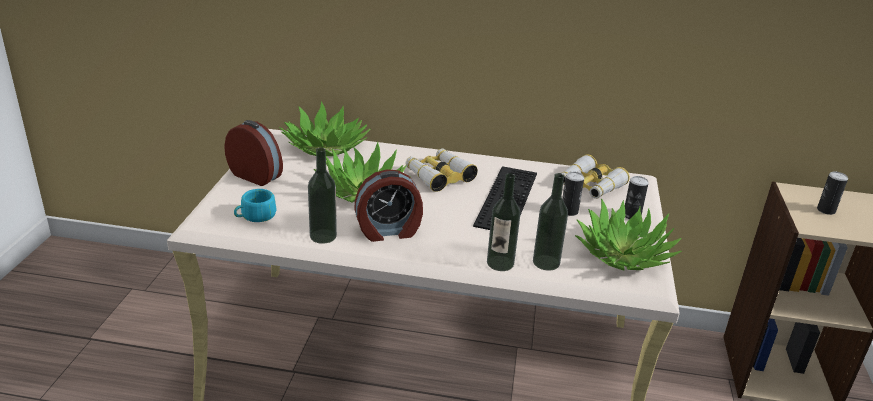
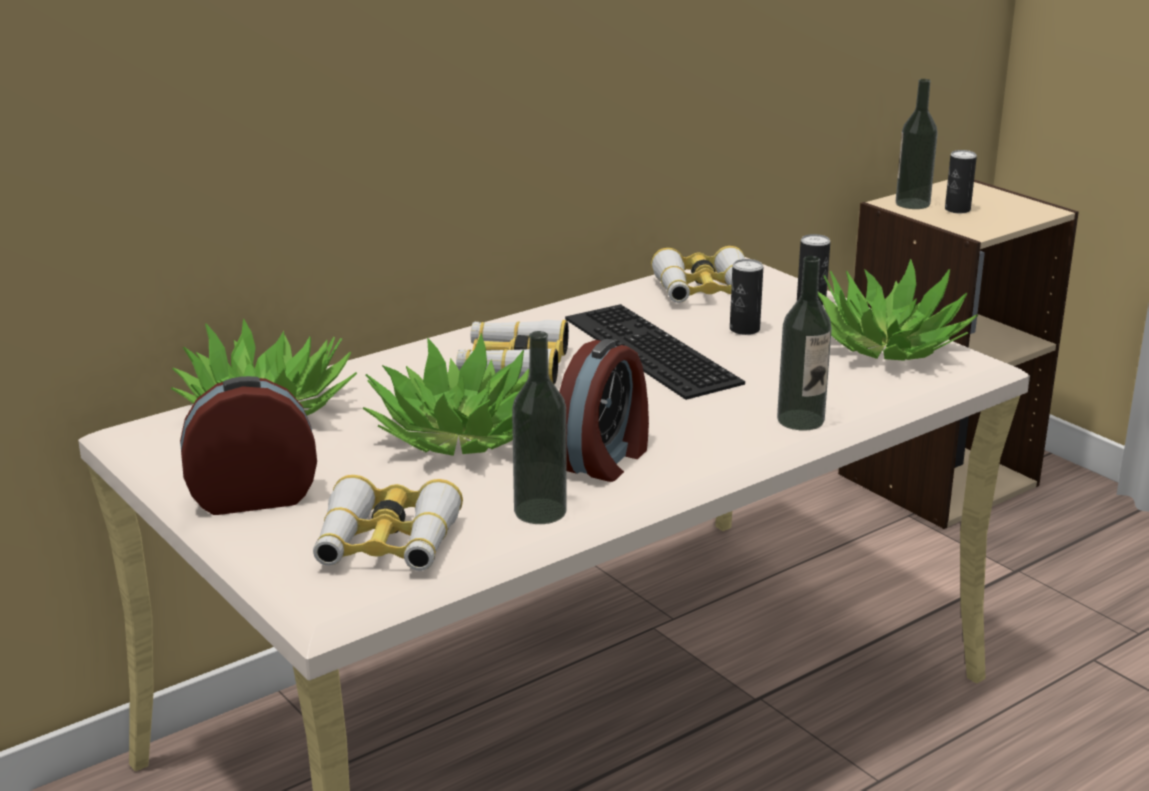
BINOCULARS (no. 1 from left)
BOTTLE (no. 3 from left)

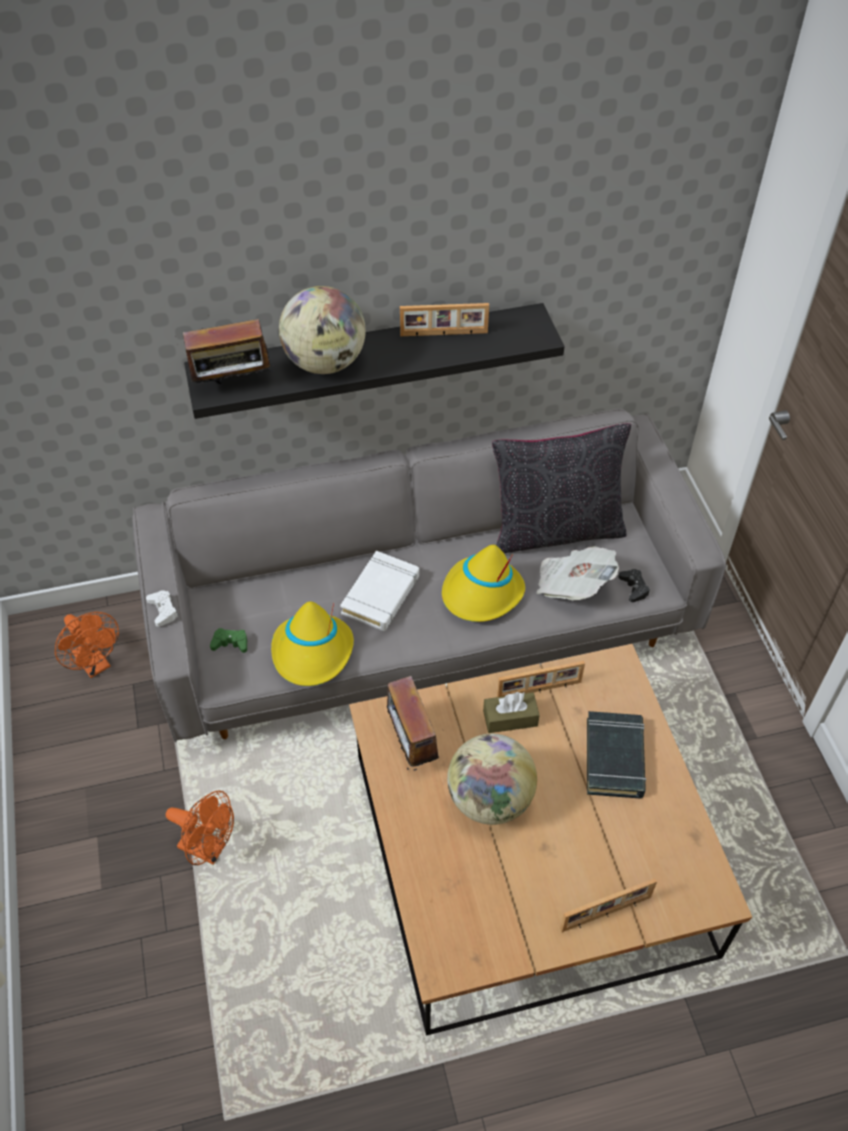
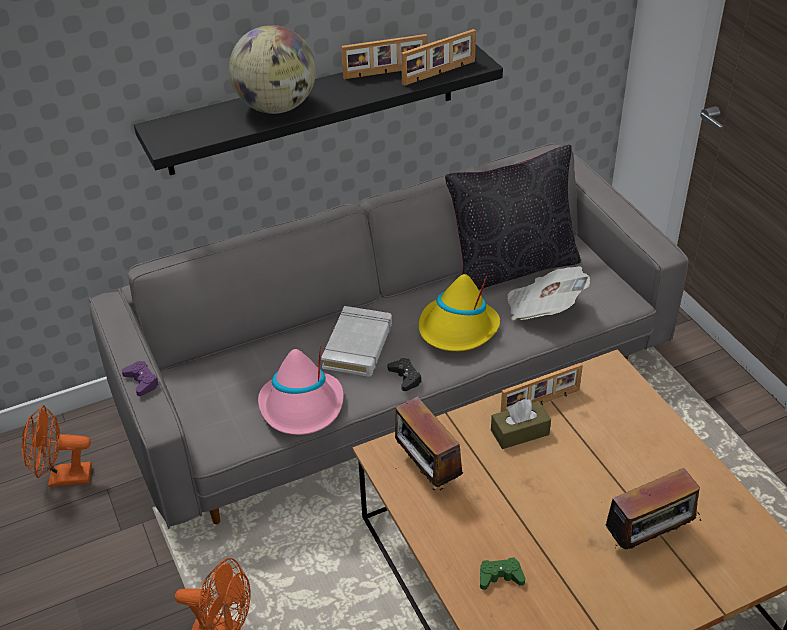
ORANGE FAN (no. 1 from left)
PURPLE GAME CONTROLLER
PINK HAT
BLACK GAME CONTROLLER
PICTURE FRAME (no. 2 from left)
GREEN GAME CONTROLLER
RADIO (no. 2 from left)
GLOBE (no. 2 from left in the first image)
BLACK BOOK

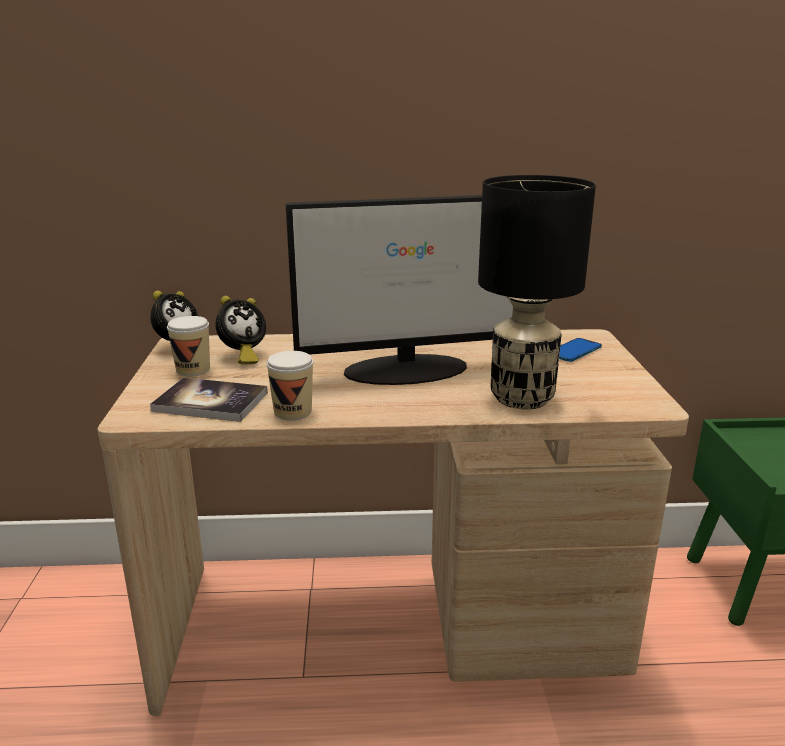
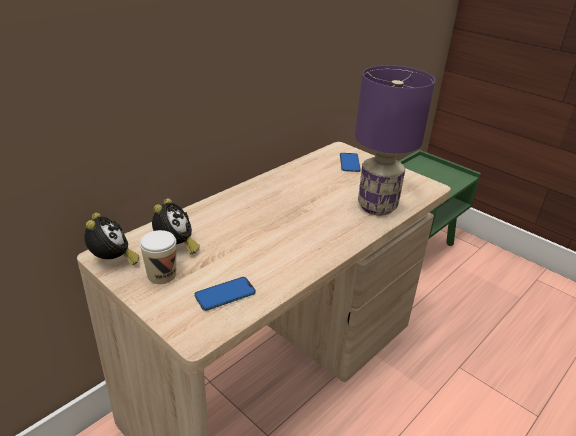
PHONE (no. 1 from left)
PURPLE TABLE LAMP
CUP (no. 2 from left in the first image)
MONITOR

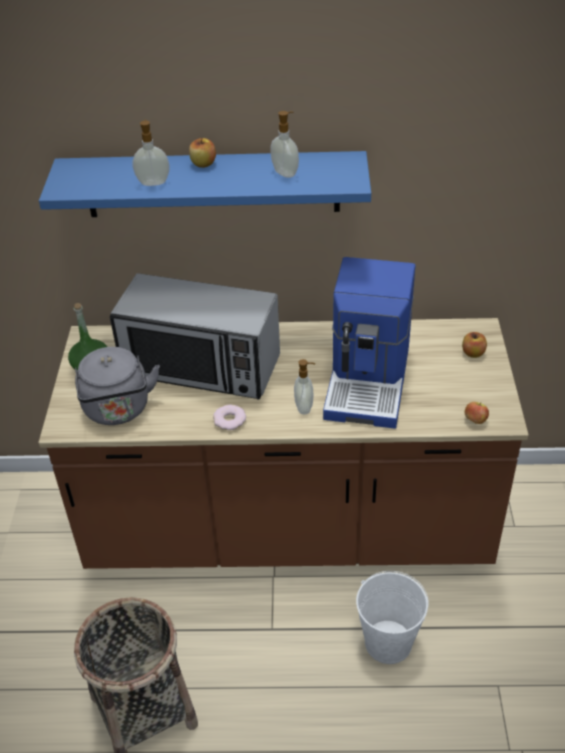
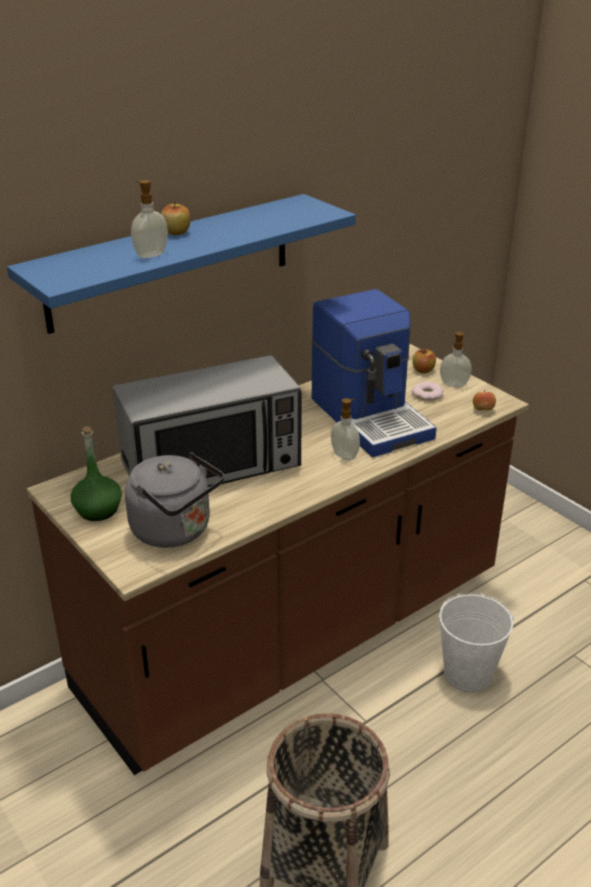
DONUT
SOAP DISPENSER (no. 3 from left)

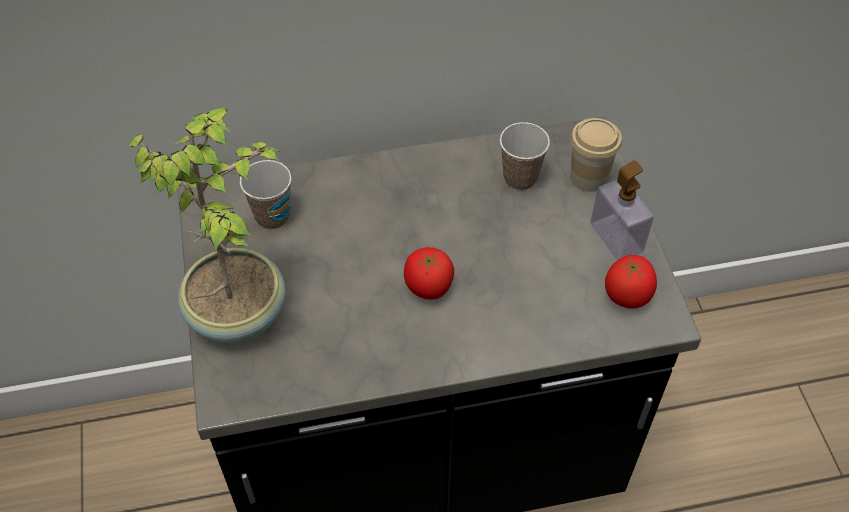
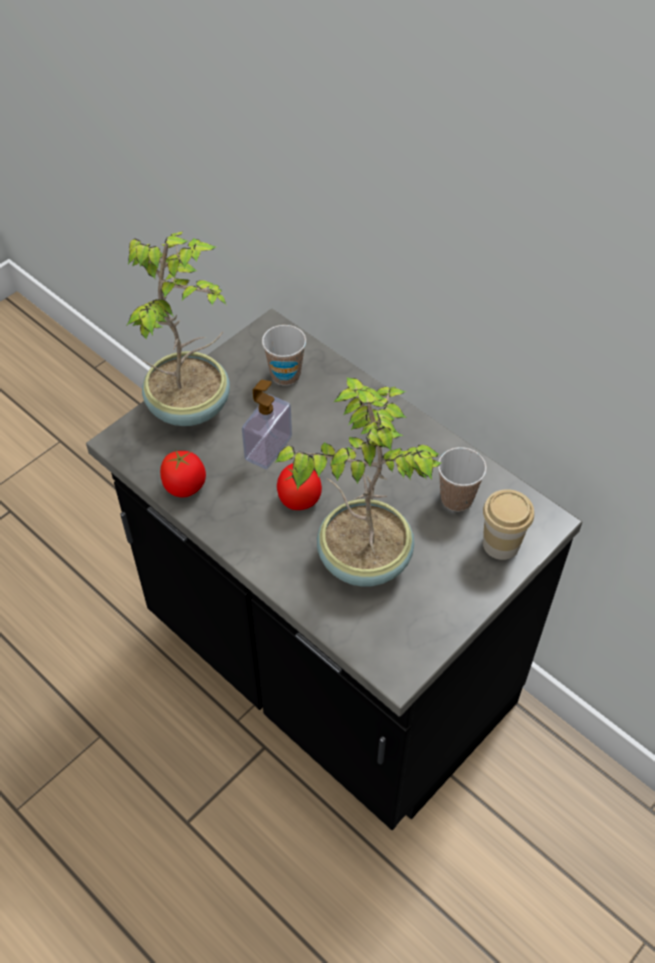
TOMATO (no. 1 from left)
SOAP DISPENSER
POTTED PLANT (no. 2 from left)

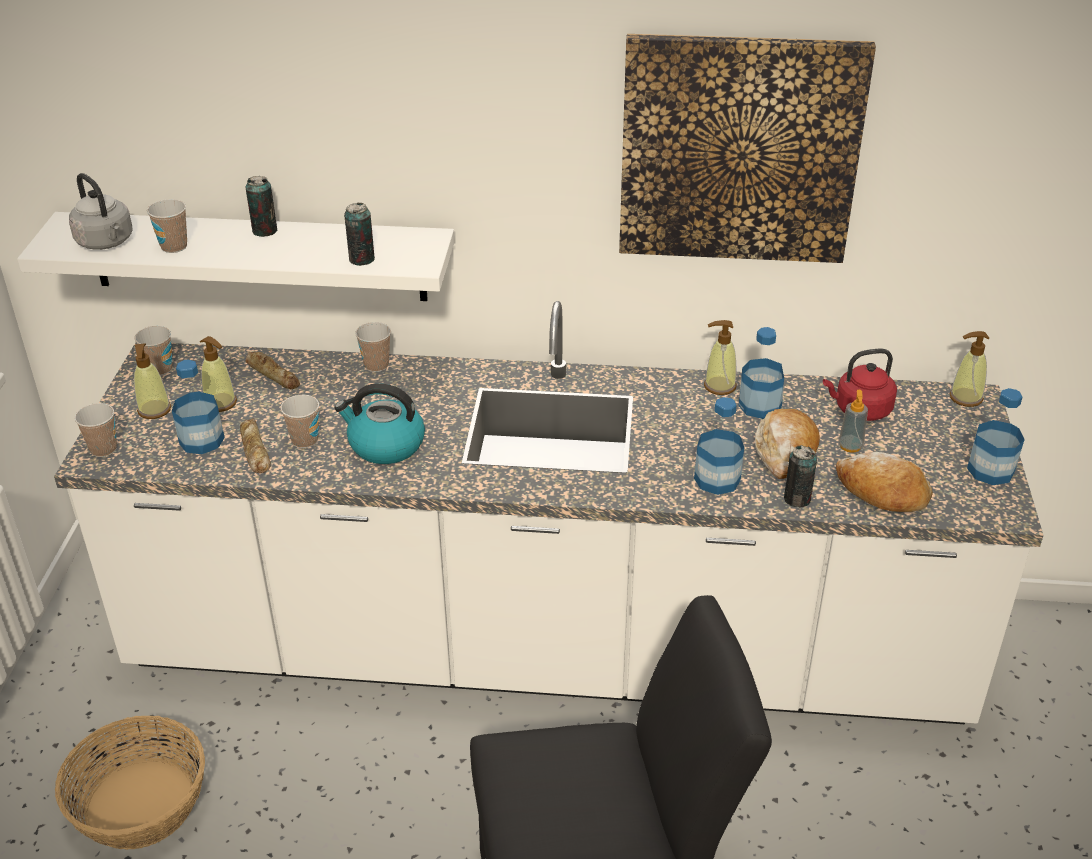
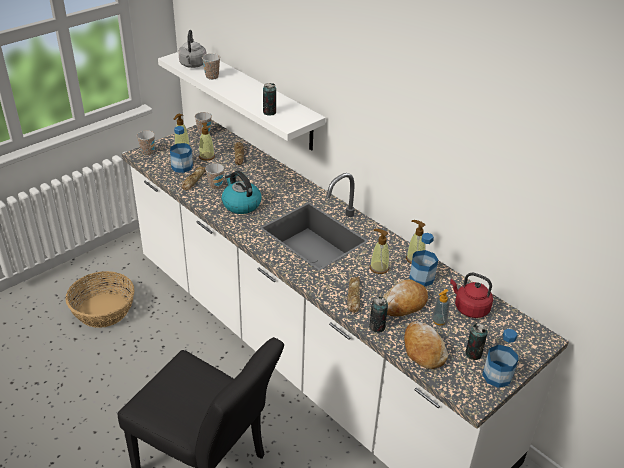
BREAD (no. 3 from left)
SOAP DISPENSER (no. 3 from left)
CAN (no. 3 from left)
CUP (no. 5 from left in the first image)
PICTURE

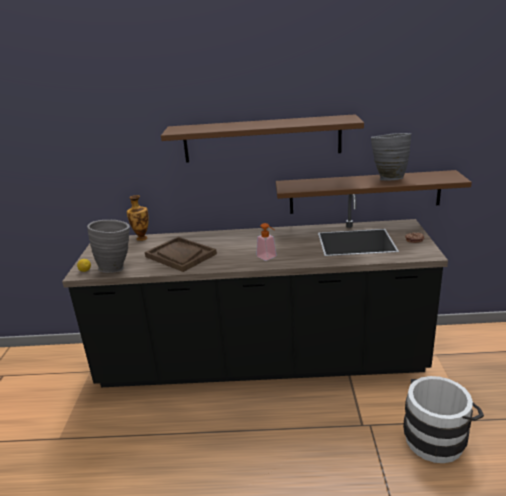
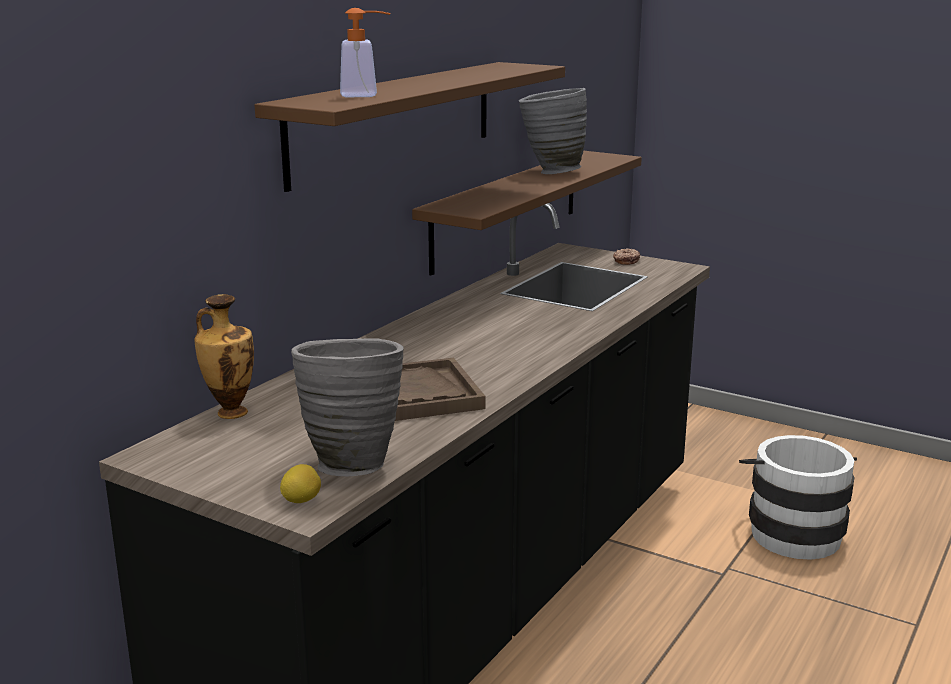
SOAP DISPENSER

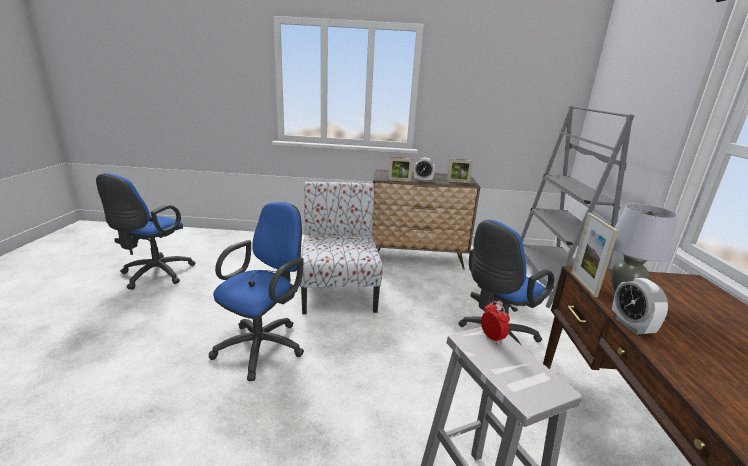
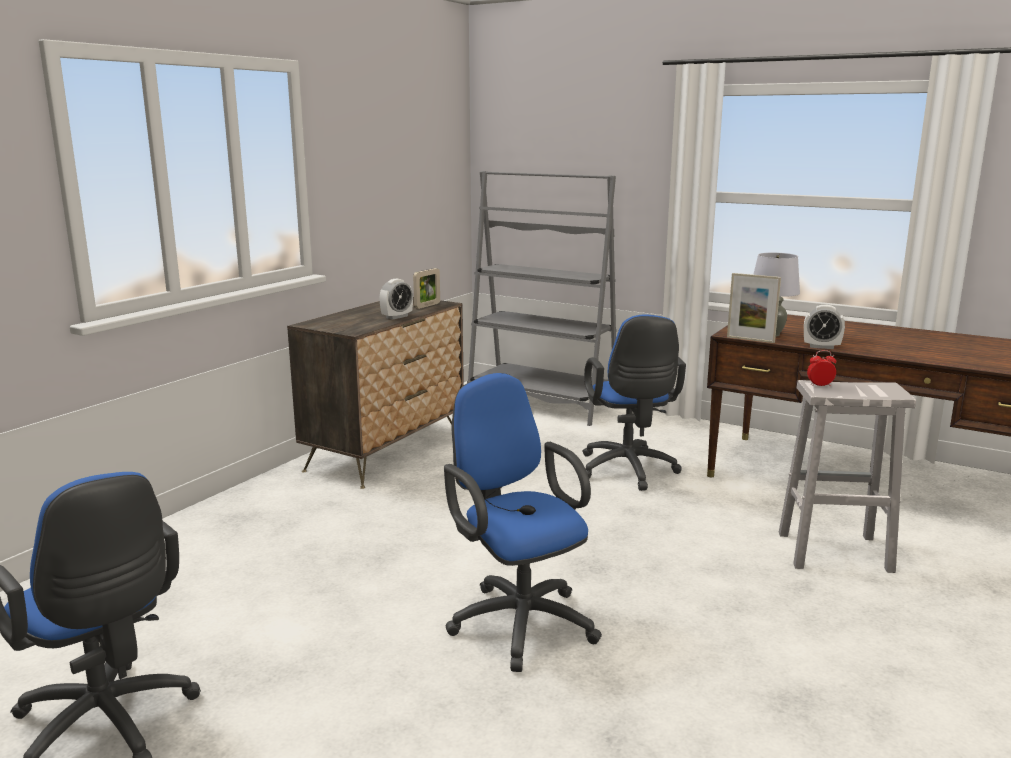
CHAIR
PICTURE FRAME (no. 1 from left in the first image)

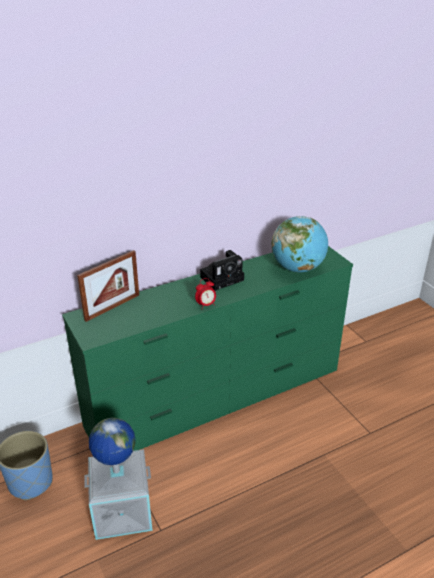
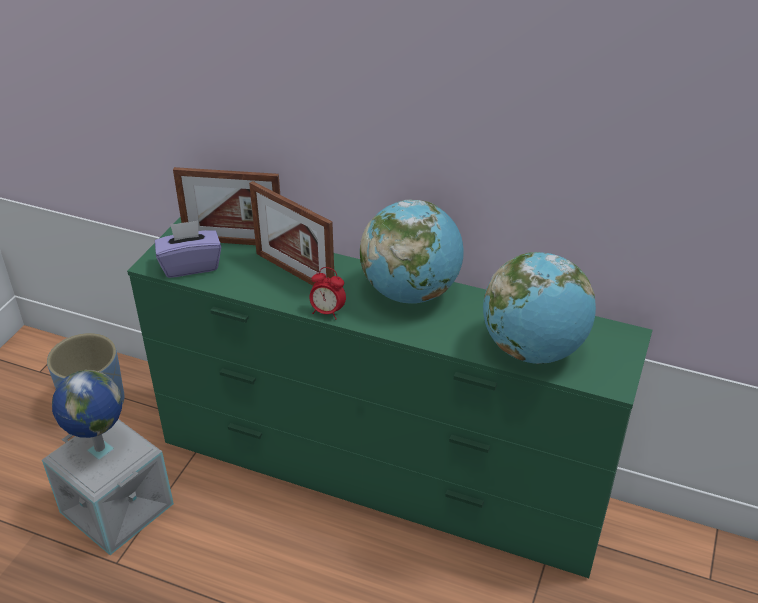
PURPLE TISSUE BOX
PICTURE FRAME (no. 2 from left)
GLOBE (no. 2 from left)

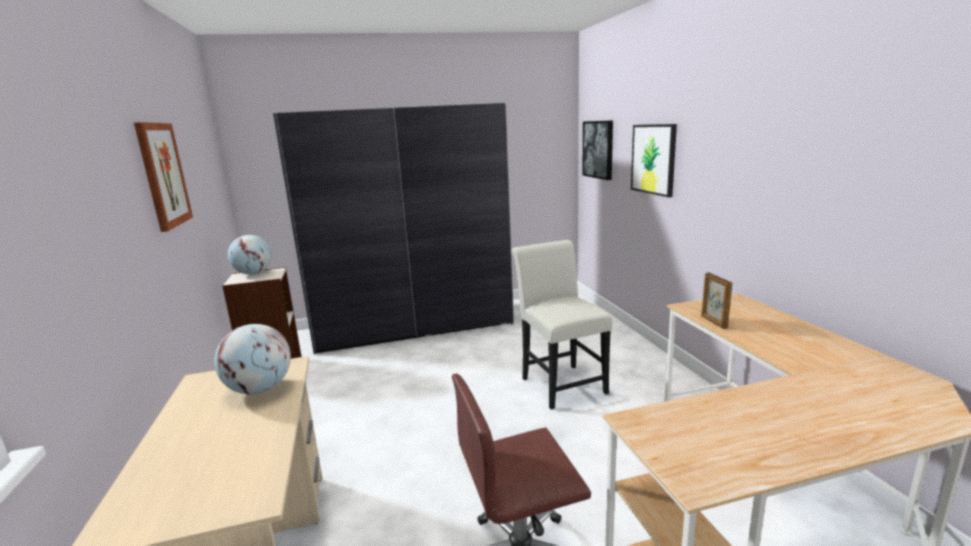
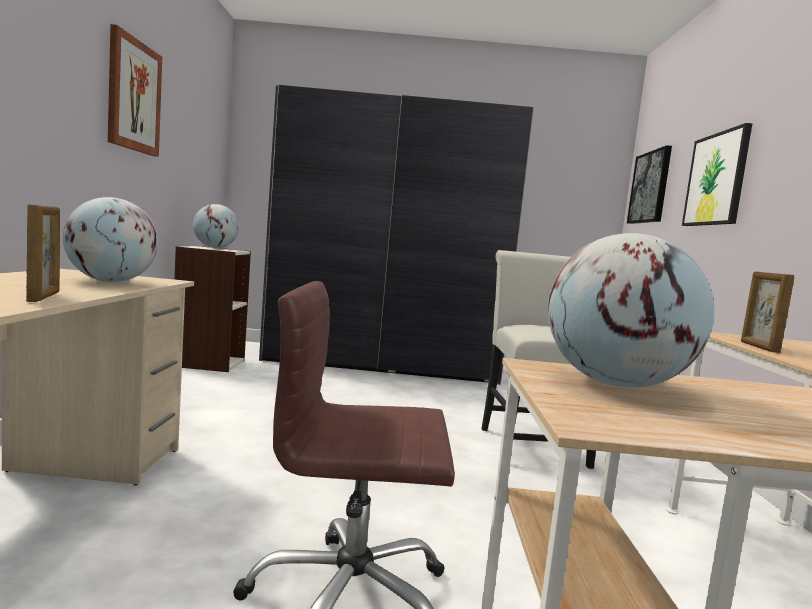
PICTURE FRAME (no. 1 from left)
GLOBE (no. 3 from left)

